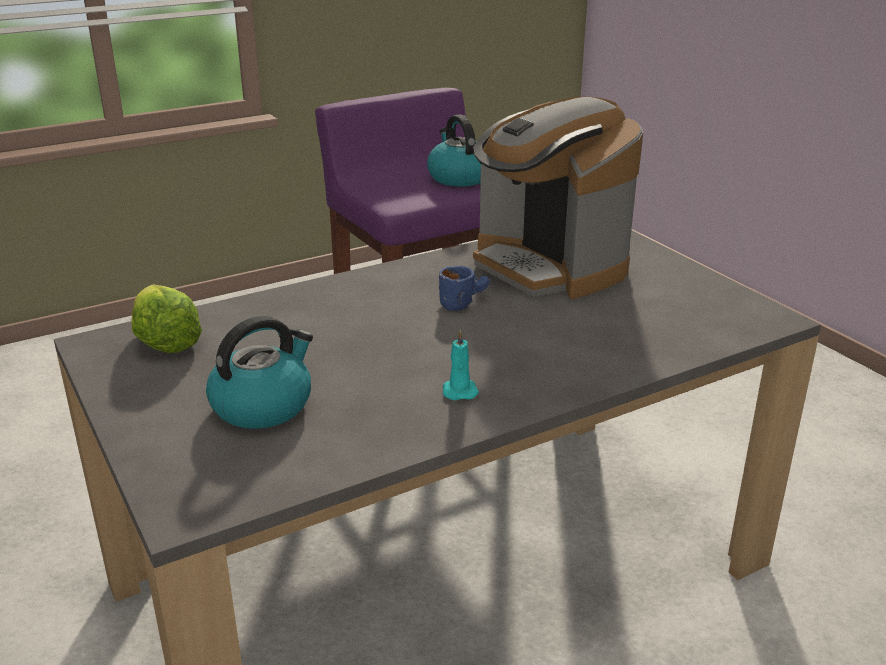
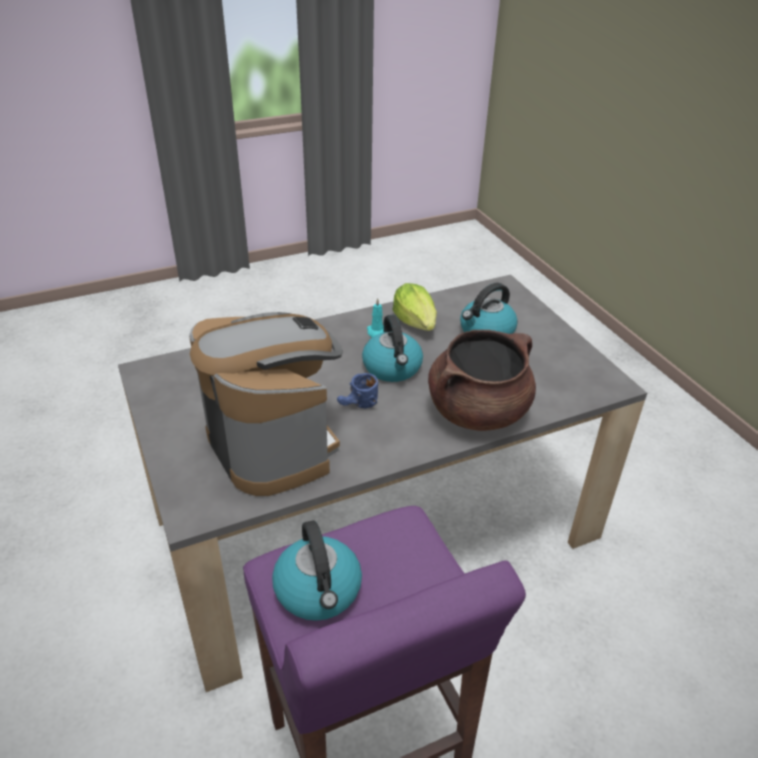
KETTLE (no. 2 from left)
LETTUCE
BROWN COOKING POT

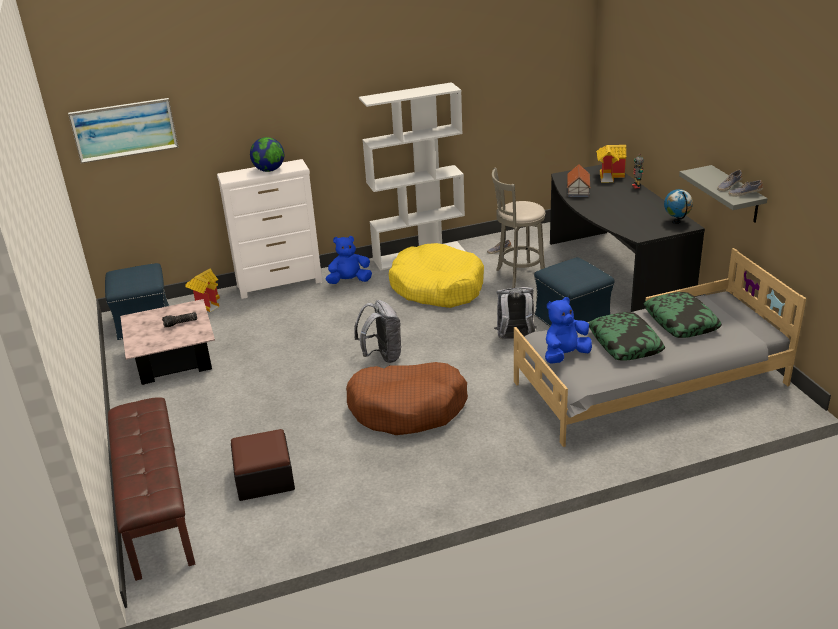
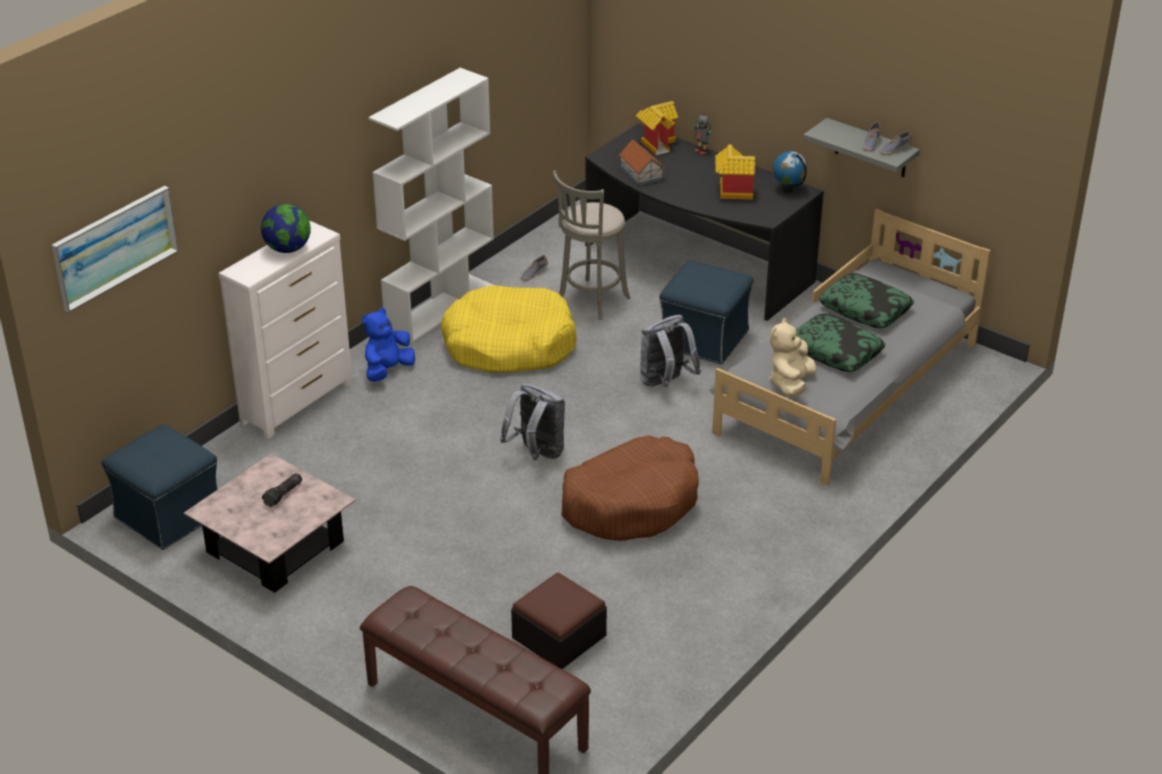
TOY HOUSE (no. 3 from left)
BEIGE PLUSH TOY

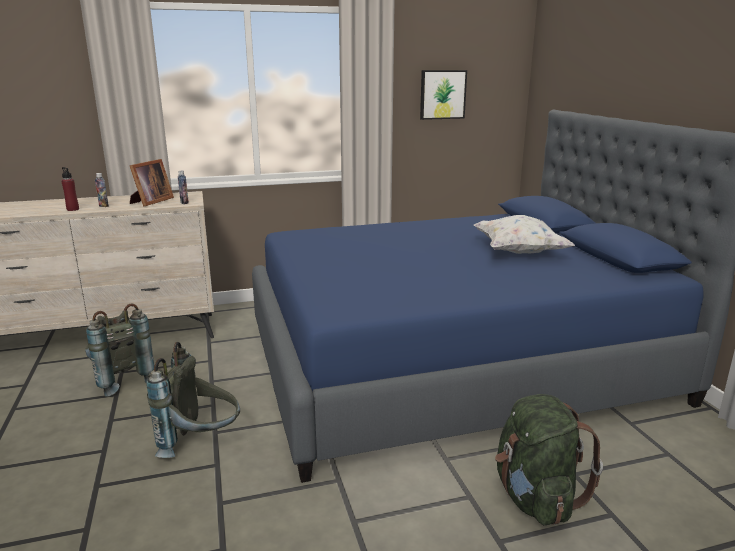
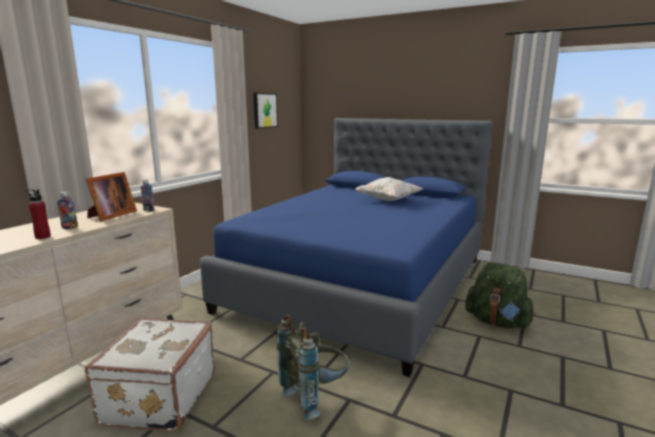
WHITE SUITCASE
PICTURE FRAME

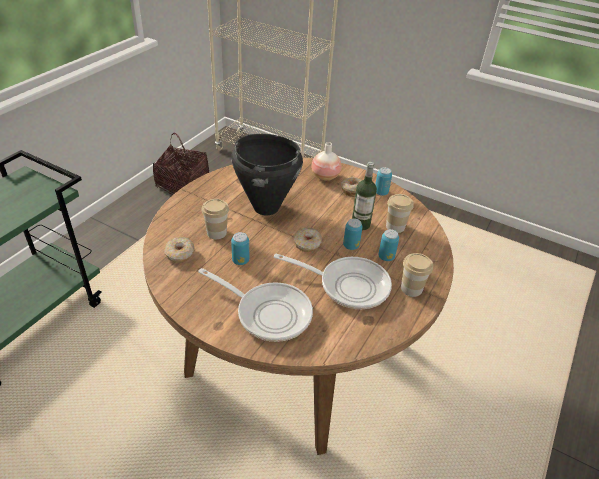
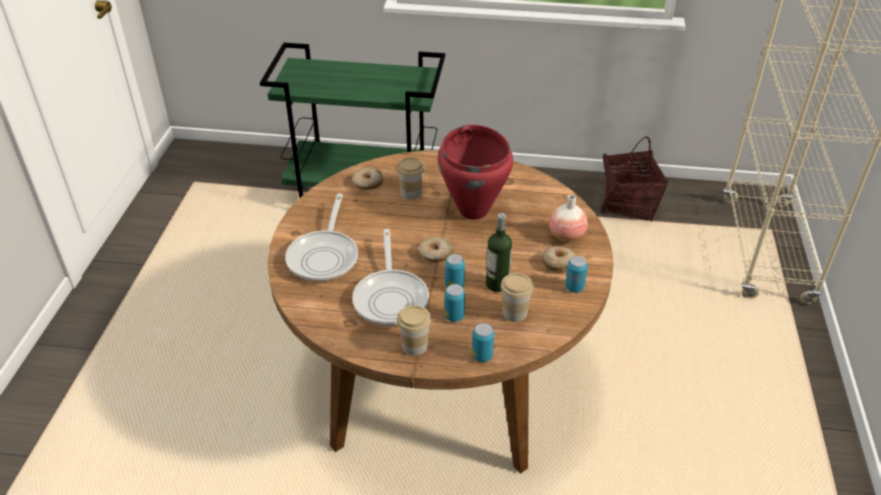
RED COOKING POT
CAN (no. 3 from left)

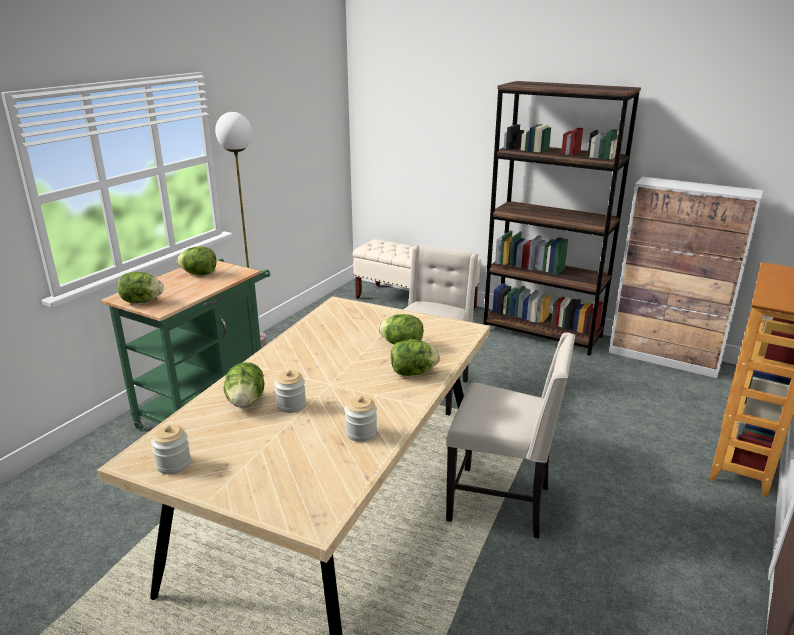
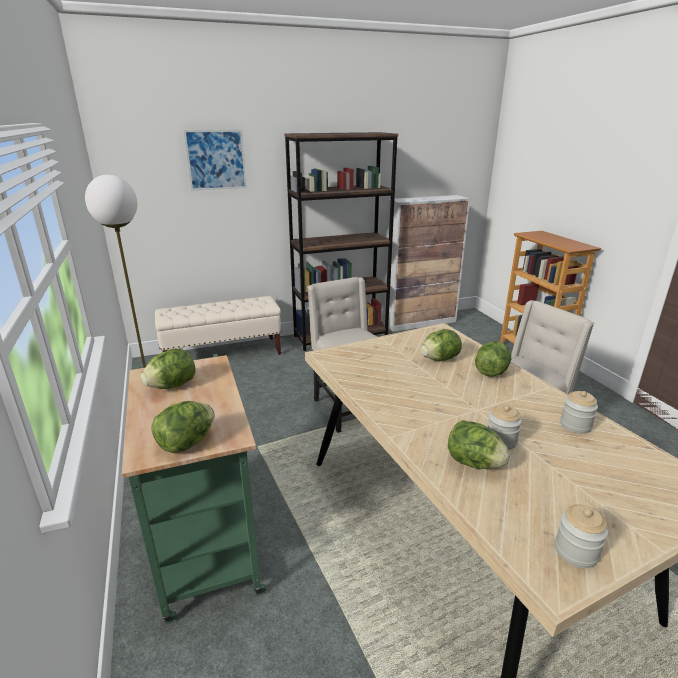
PICTURE

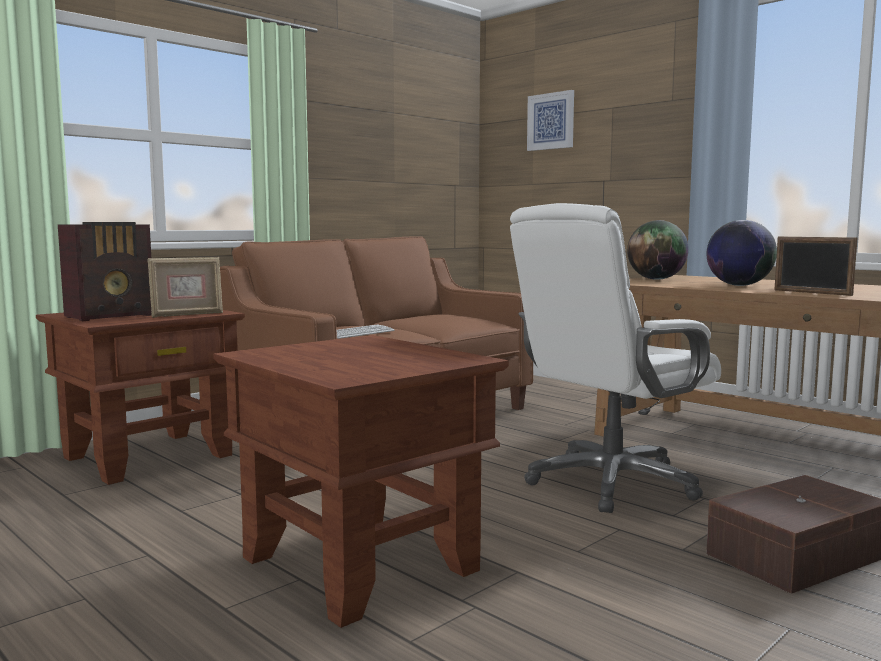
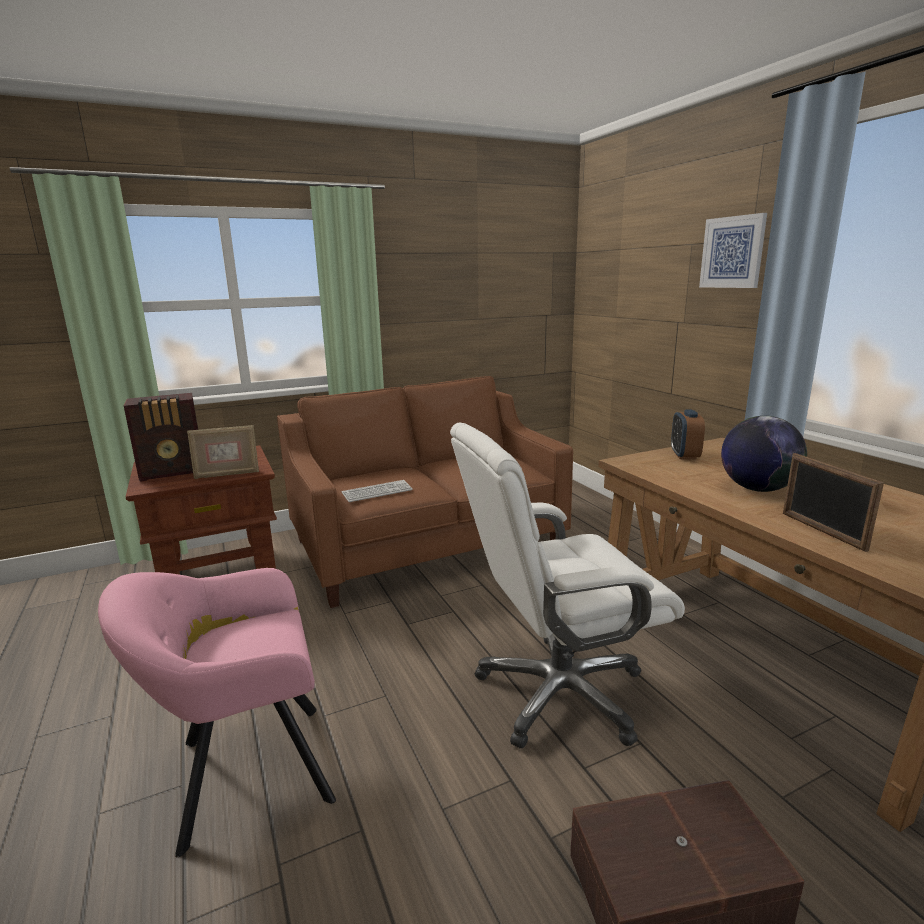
PINK ARMCHAIR
ALARM CLOCK
PICTURE

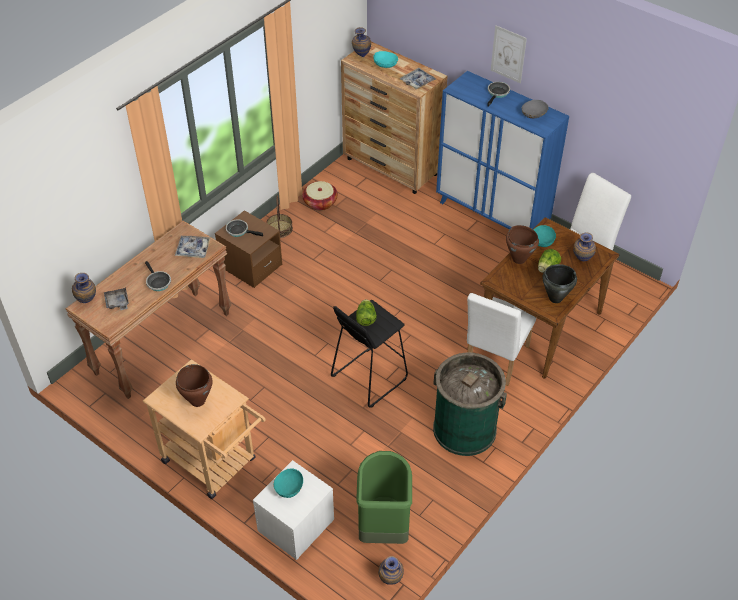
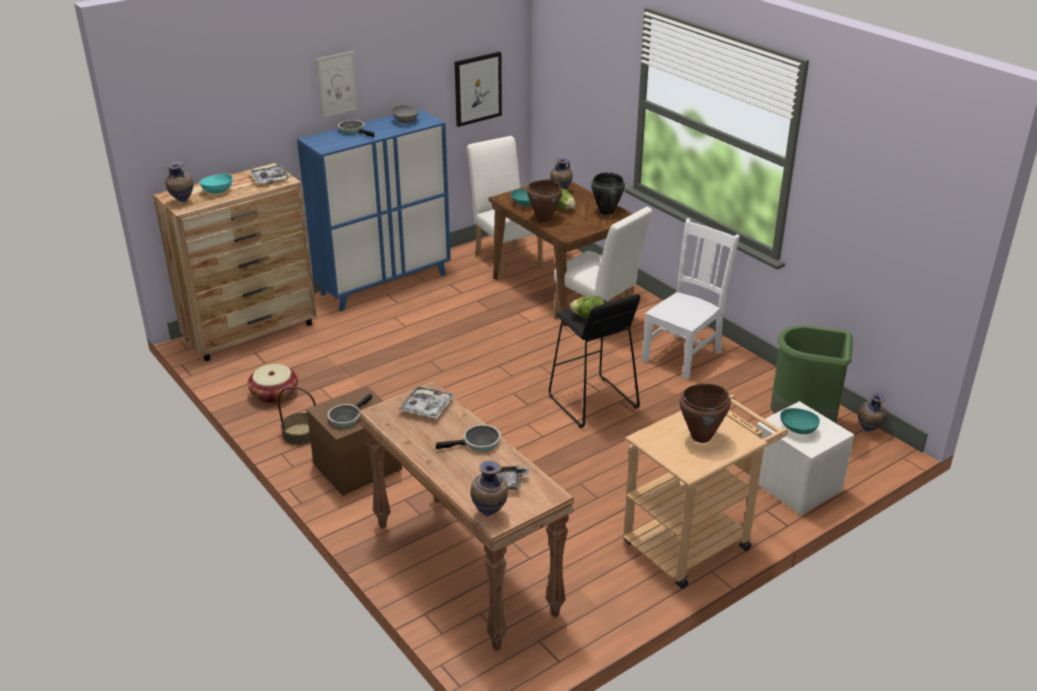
PICTURE (no. 2 from left)
WHITE CHAIR (no. 3 from left)

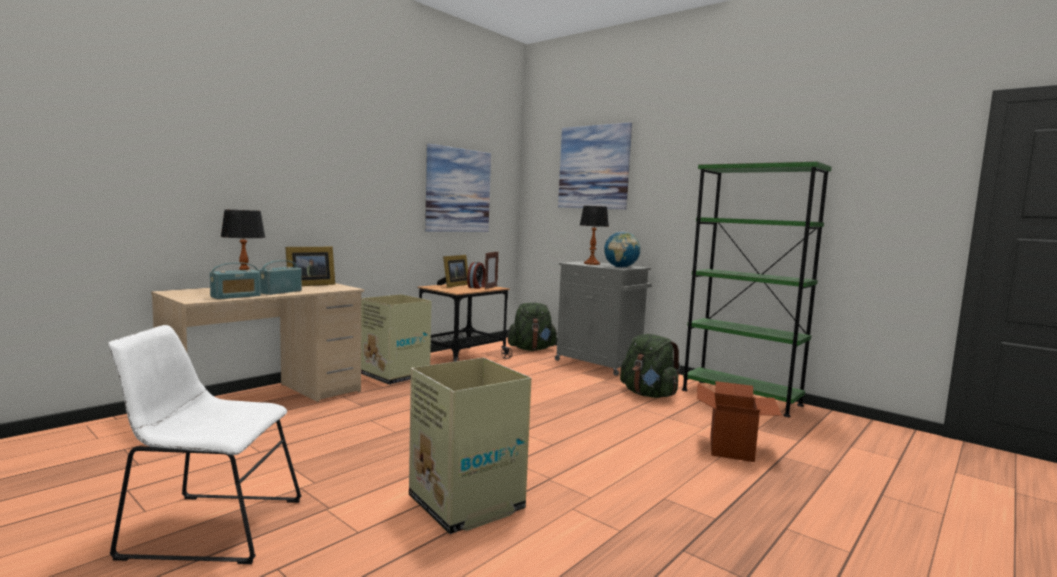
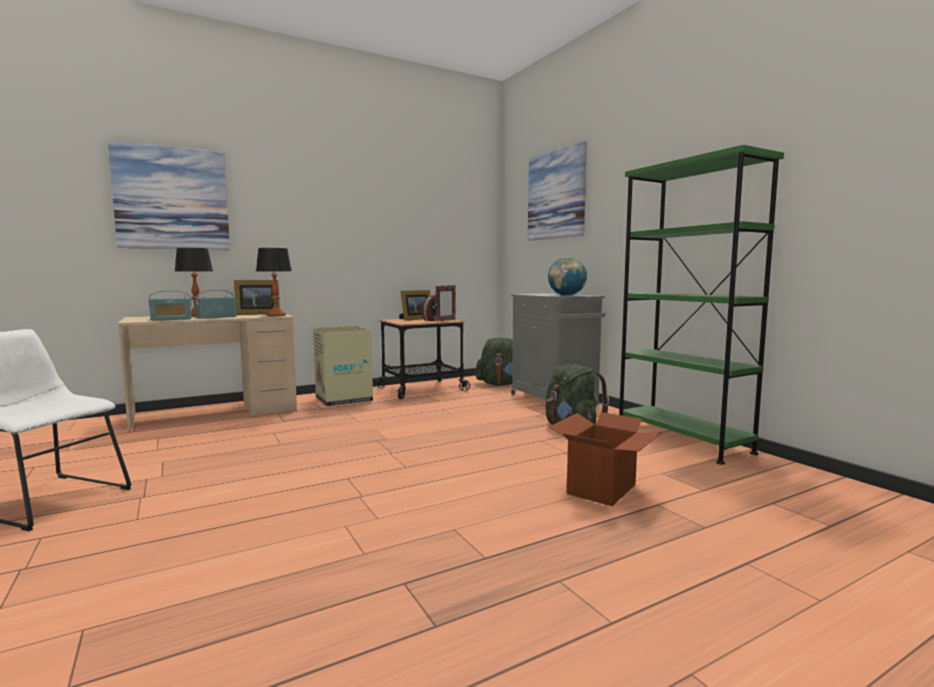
PICTURE (no. 1 from left)
TABLE LAMP (no. 2 from left)
CARDBOARD BOX (no. 2 from left in the first image)

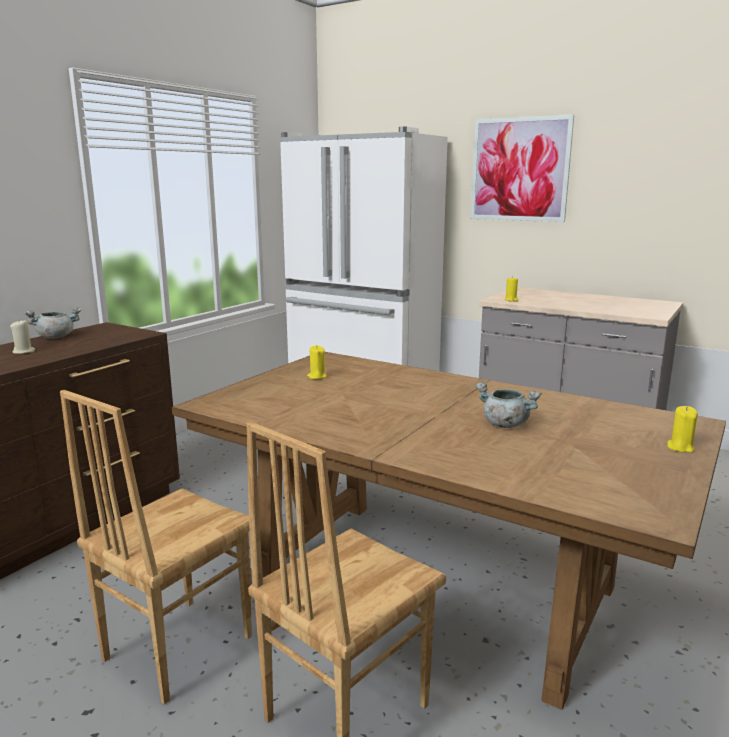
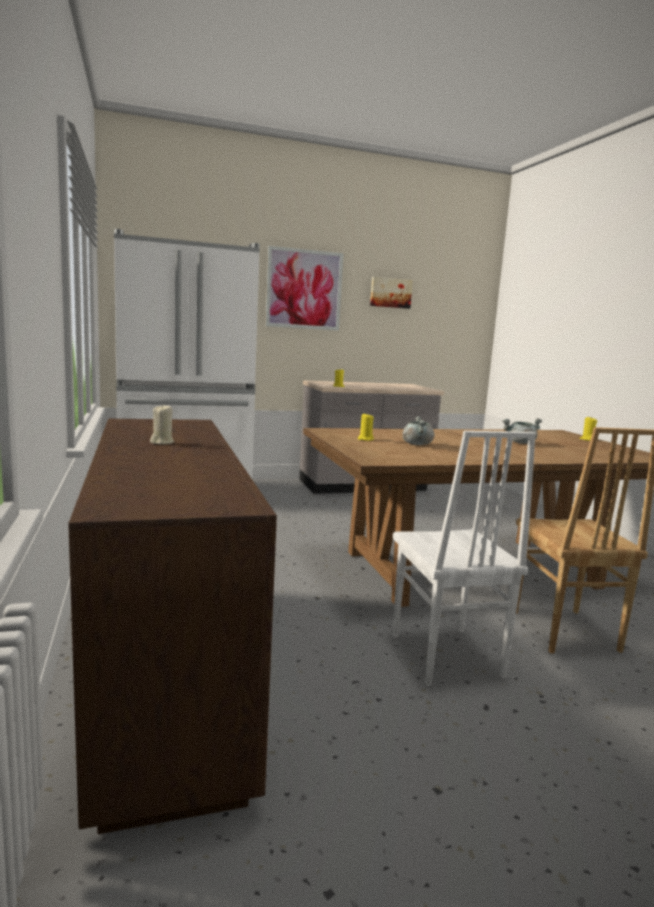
PICTURE (no. 2 from left)
WHITE CHAIR
GREY COOKING POT (no. 1 from left)

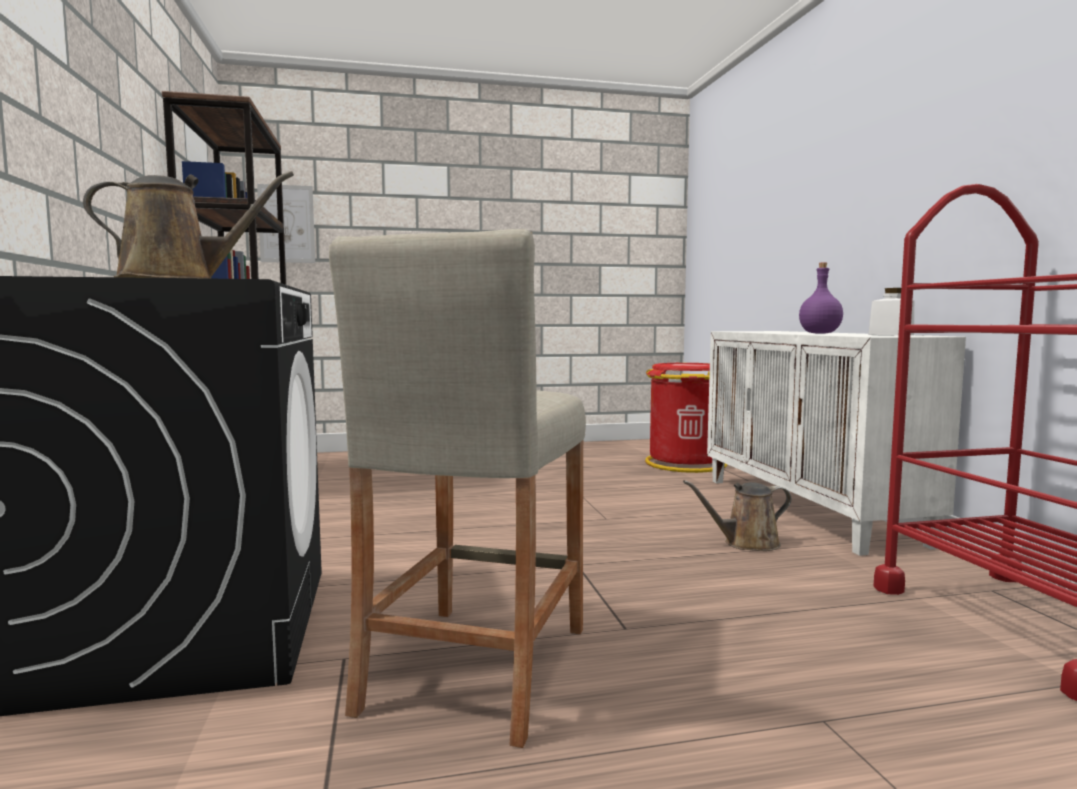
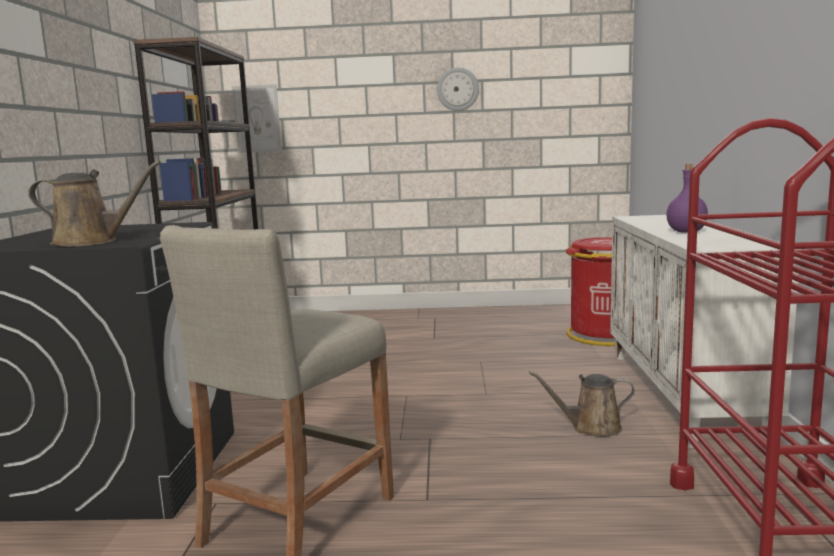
WALL CLOCK
WHITE JAR

